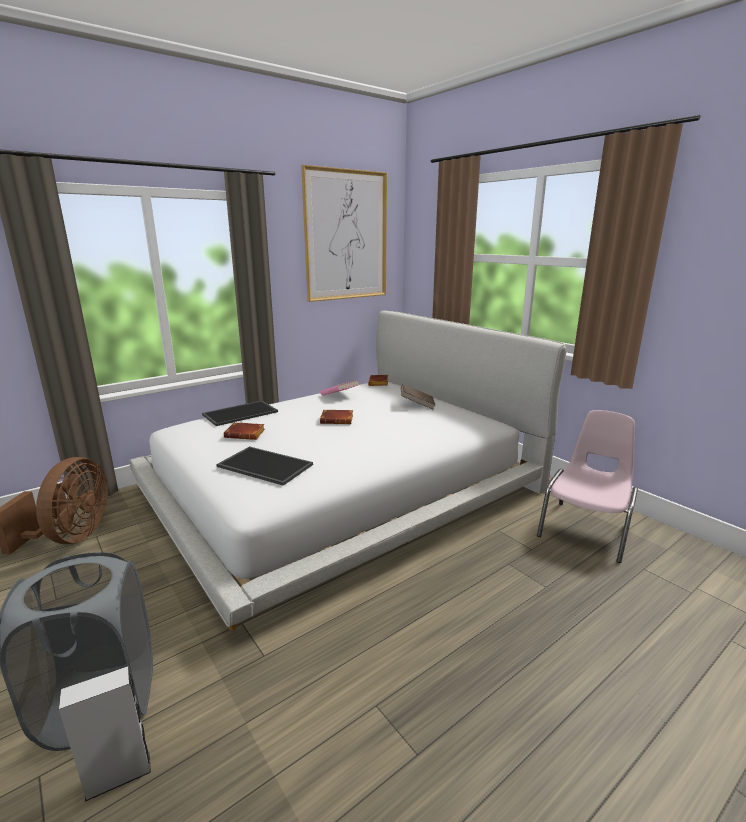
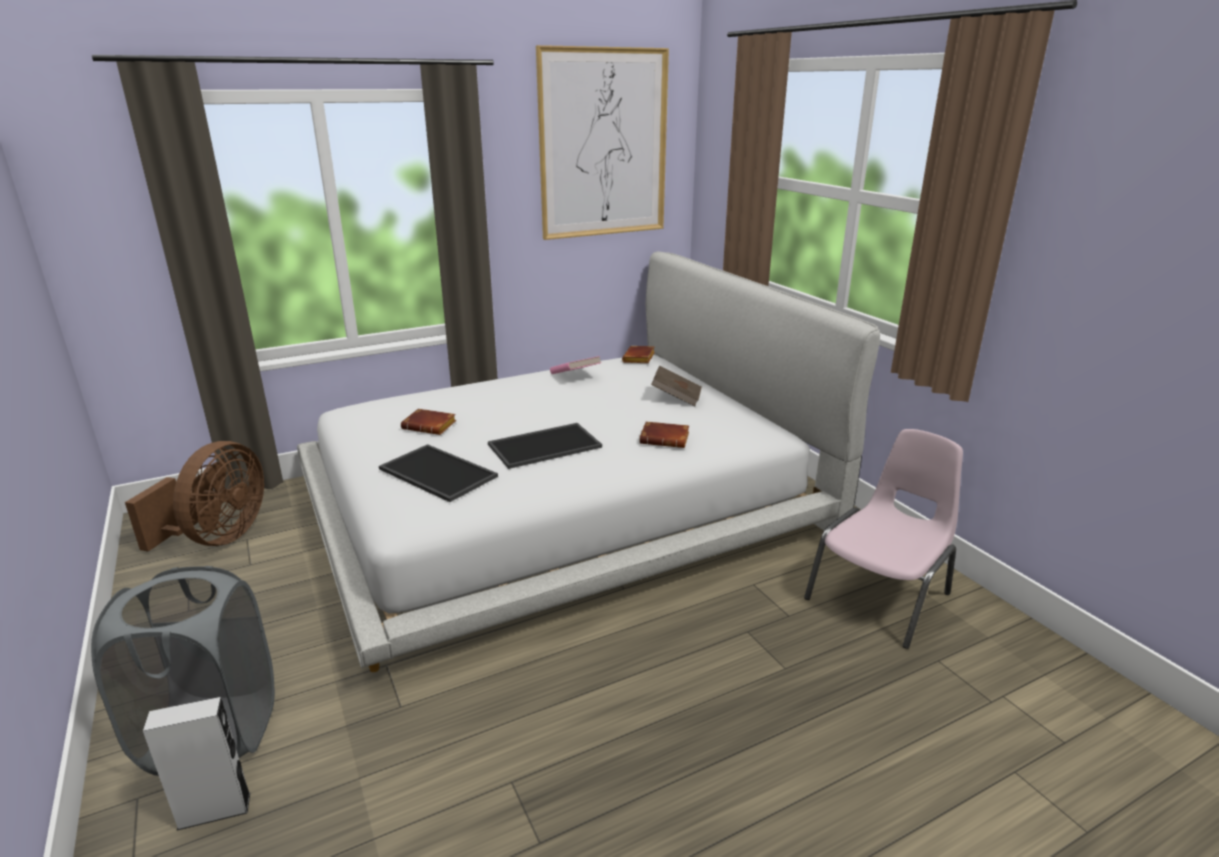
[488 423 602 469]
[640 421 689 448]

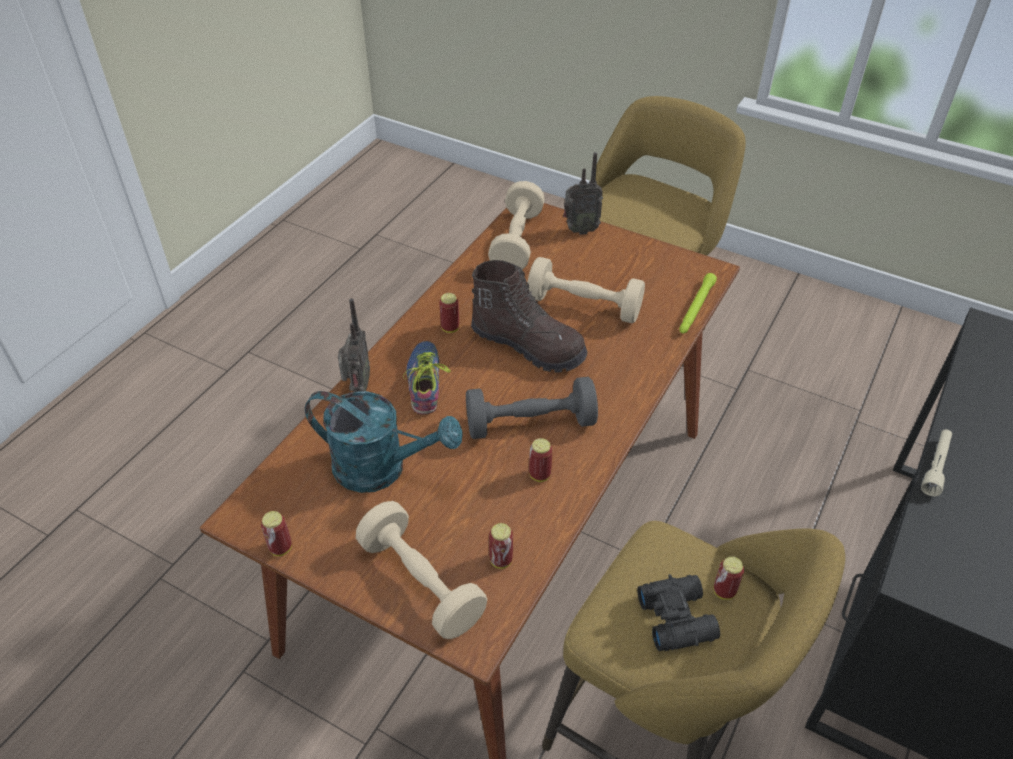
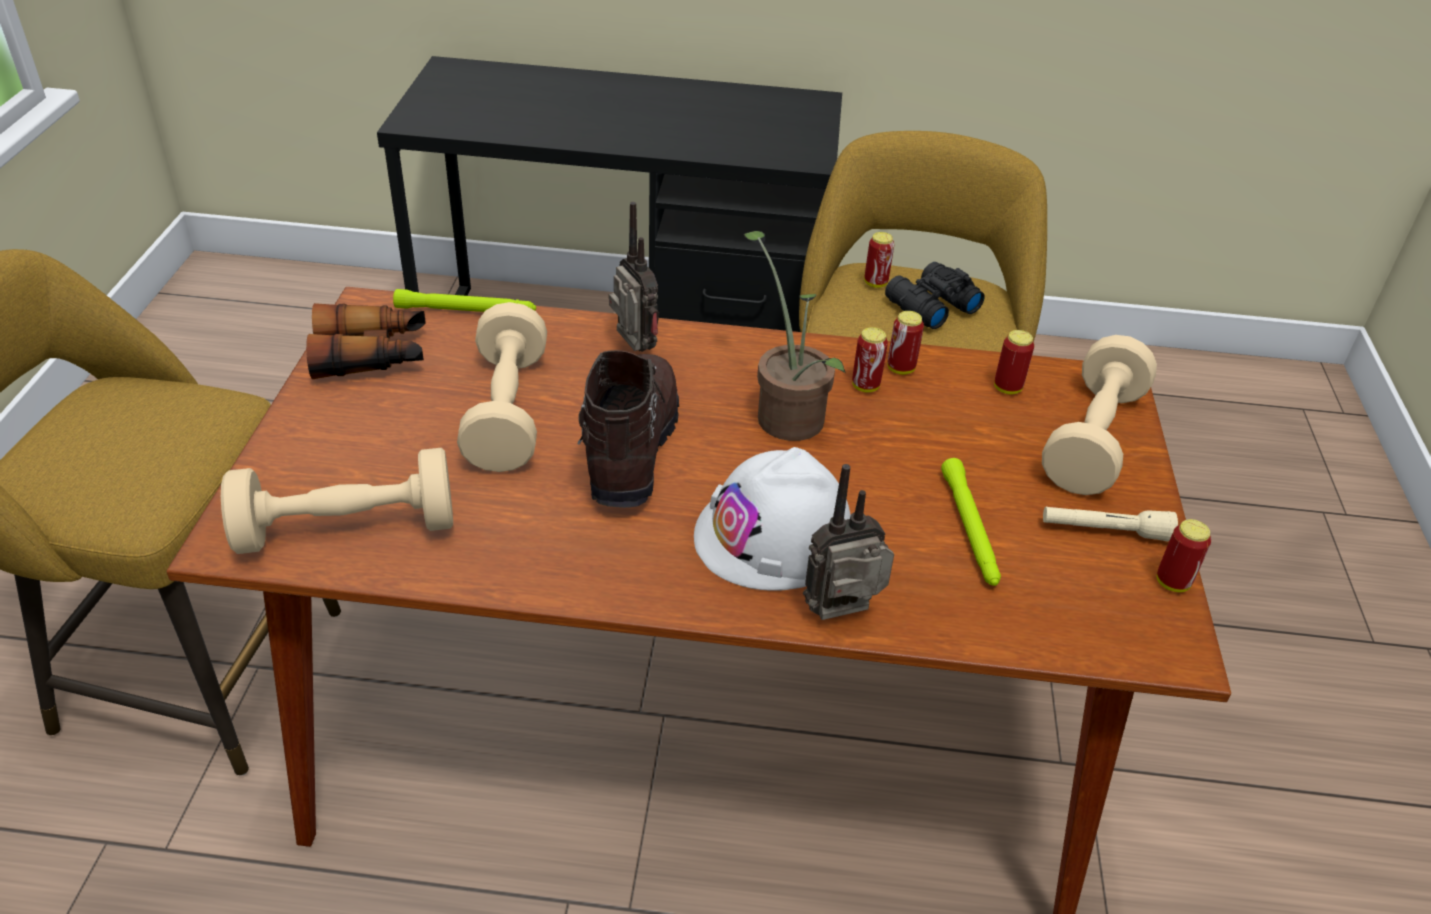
[941 458 1001 586]
[694 447 851 591]
[887 311 924 375]
[744 231 846 441]
[609 202 659 352]
[1043 507 1178 541]
[306 303 426 379]

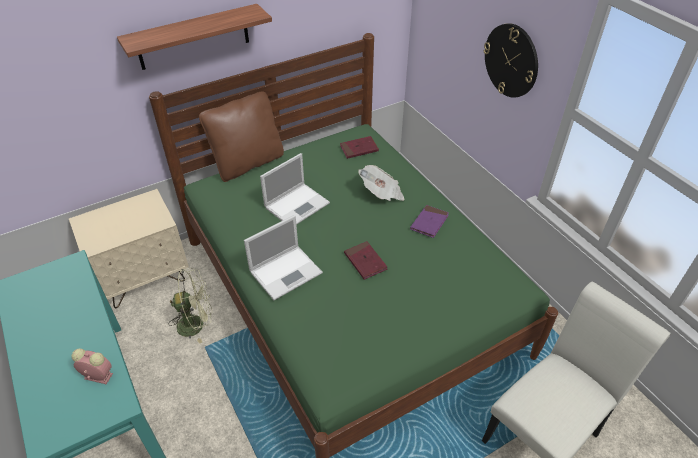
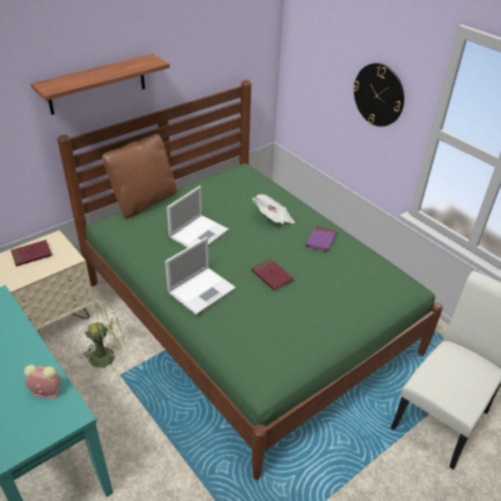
[11 240 52 267]

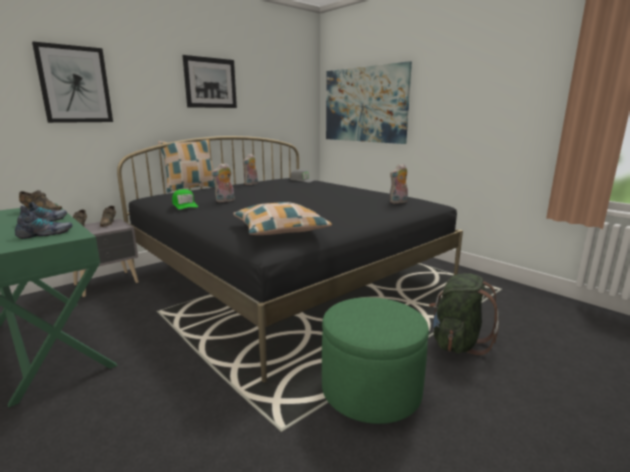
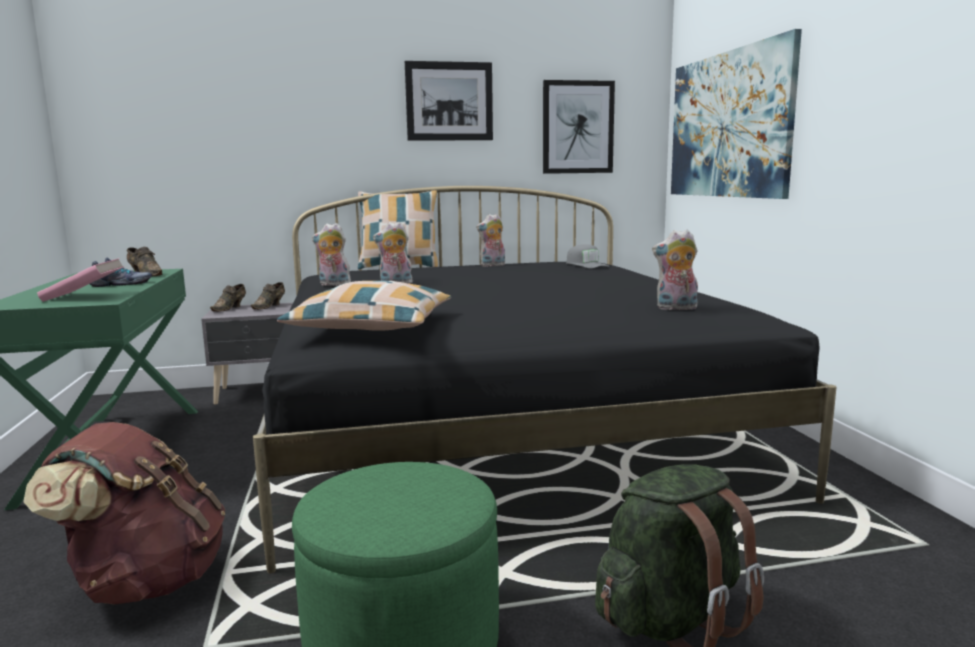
[37 258 124 302]
[543 80 615 174]
[312 223 351 286]
[23 422 225 605]

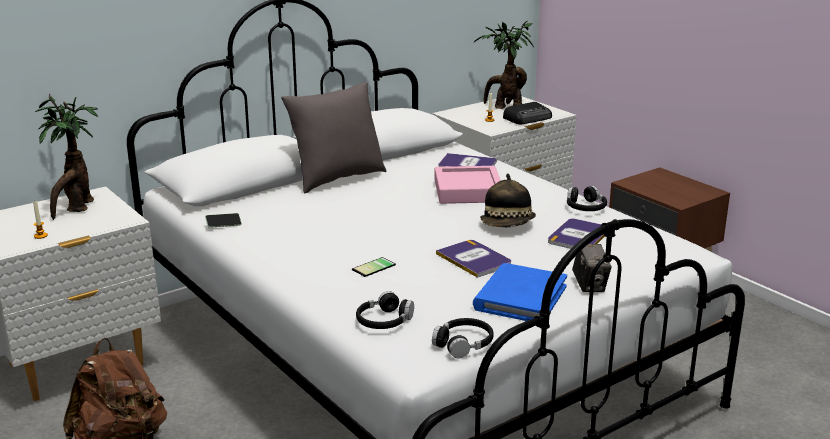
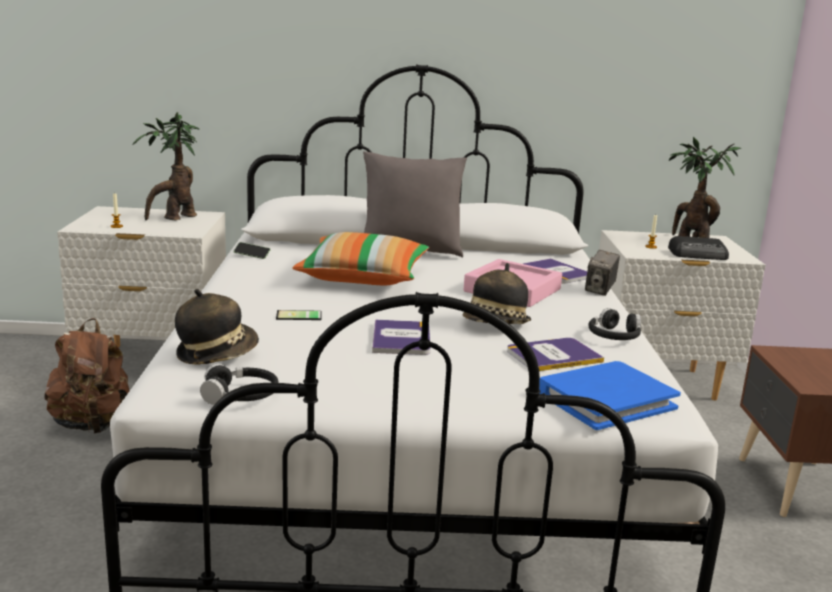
[175 289 259 365]
[539 361 681 430]
[585 250 620 296]
[292 232 429 285]

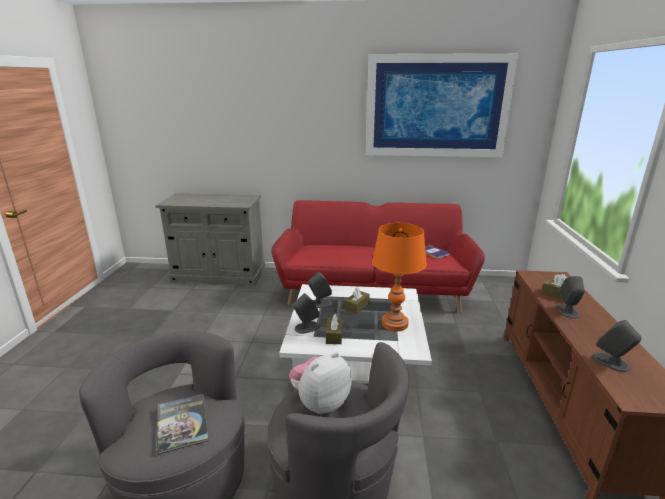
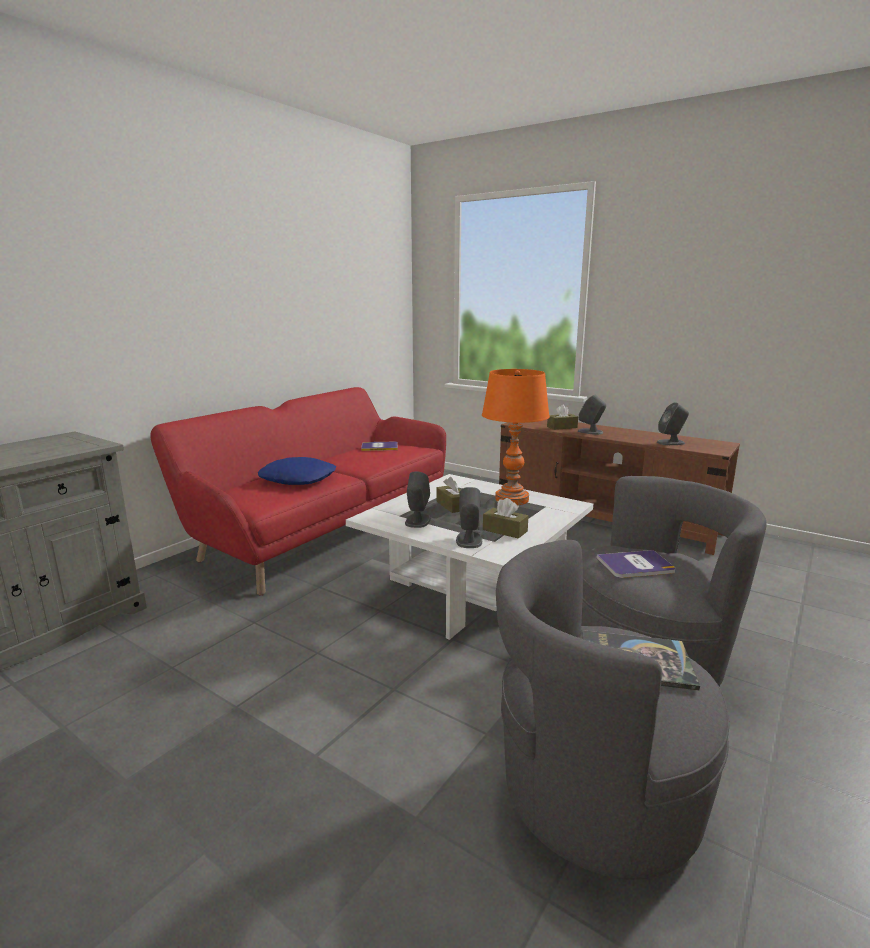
[597 550 676 578]
[366 53 519 157] (first image)
[258 457 336 485]

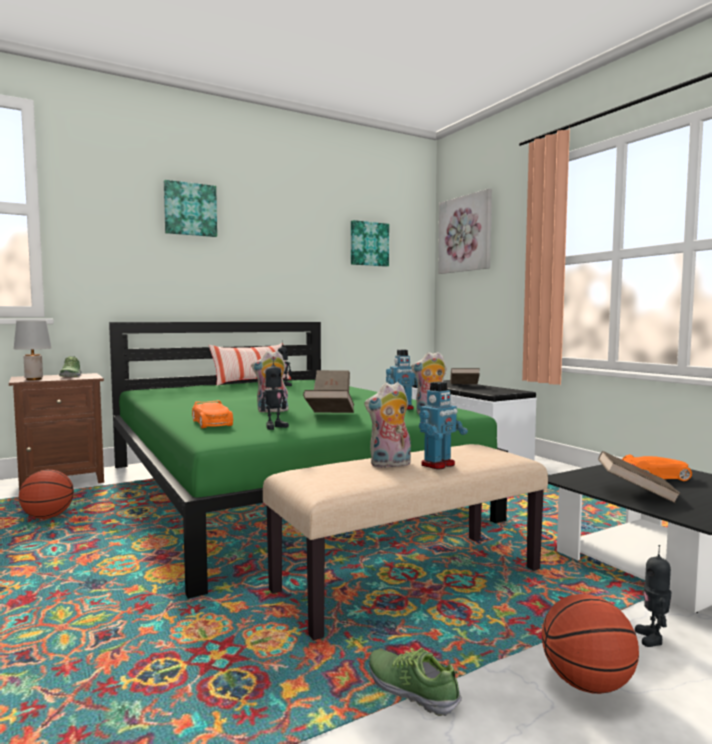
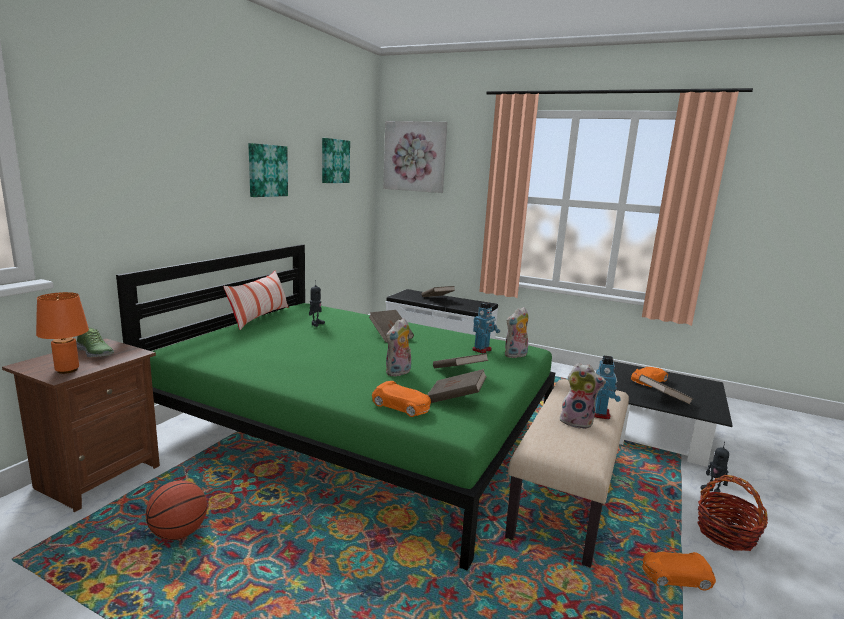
[36 292 89 374]
[248 143 288 197]
[427 369 487 403]
[560 363 606 429]
[642 552 716 590]
[697 475 768 551]

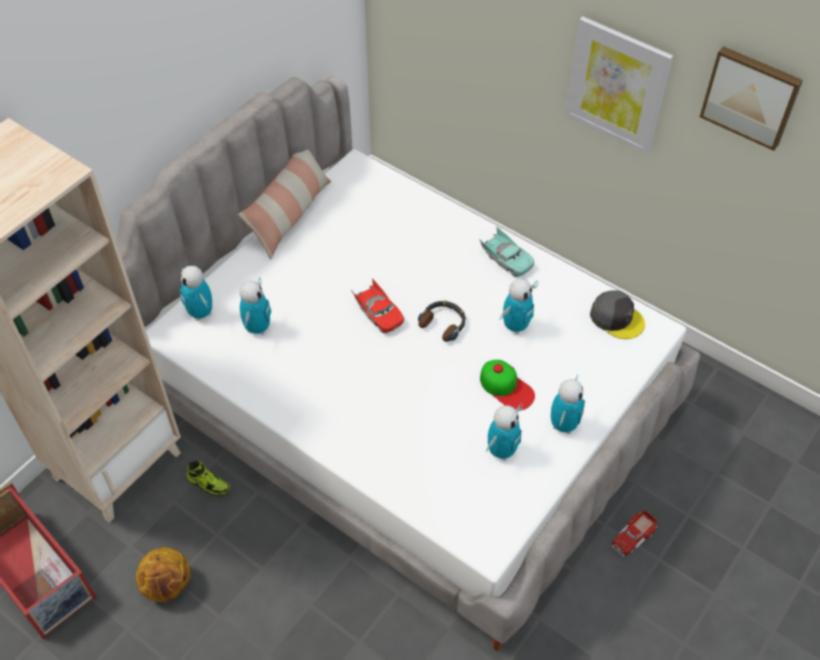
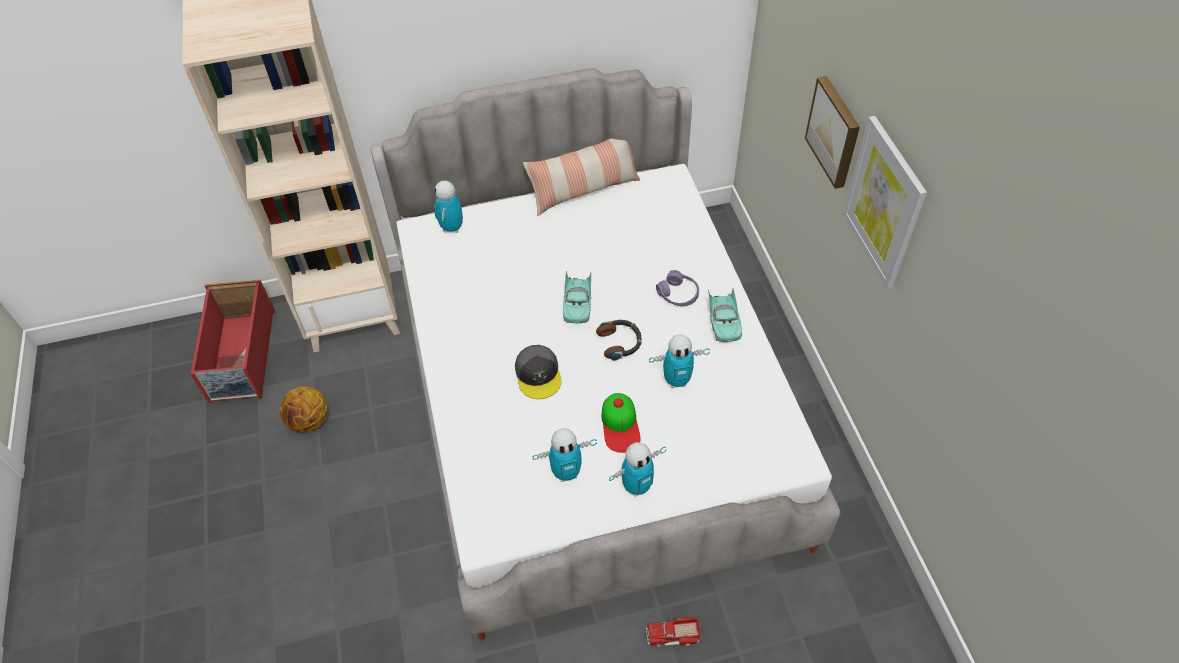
[186 460 231 497] (first image)
[240 278 271 335] (first image)
[563 271 591 323]
[515 345 561 399]
[805 76 860 189]
[656 270 699 306]

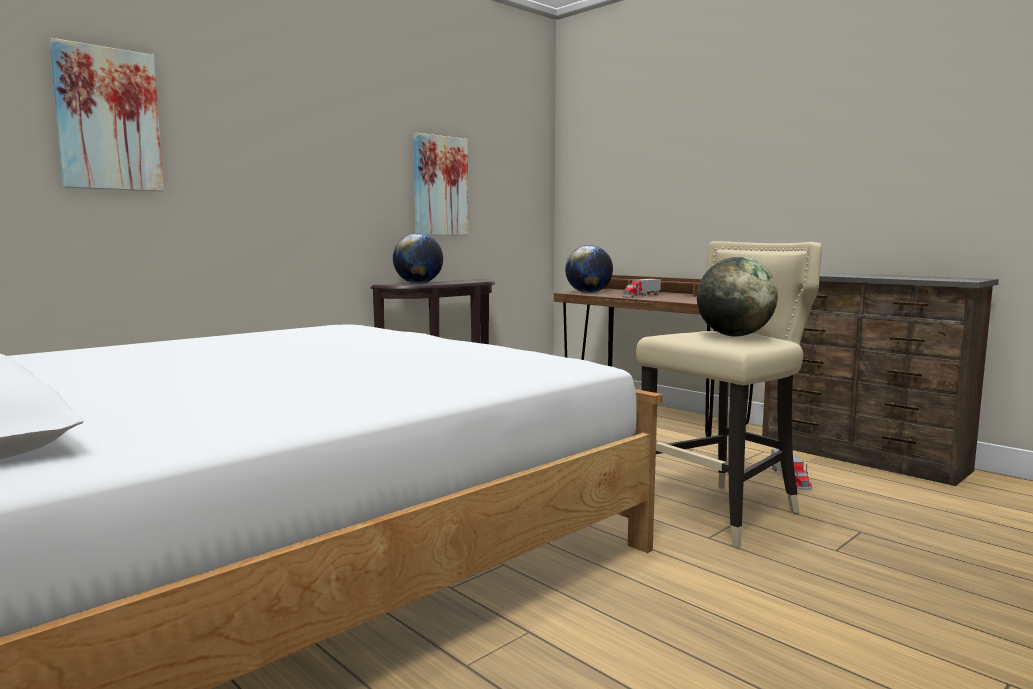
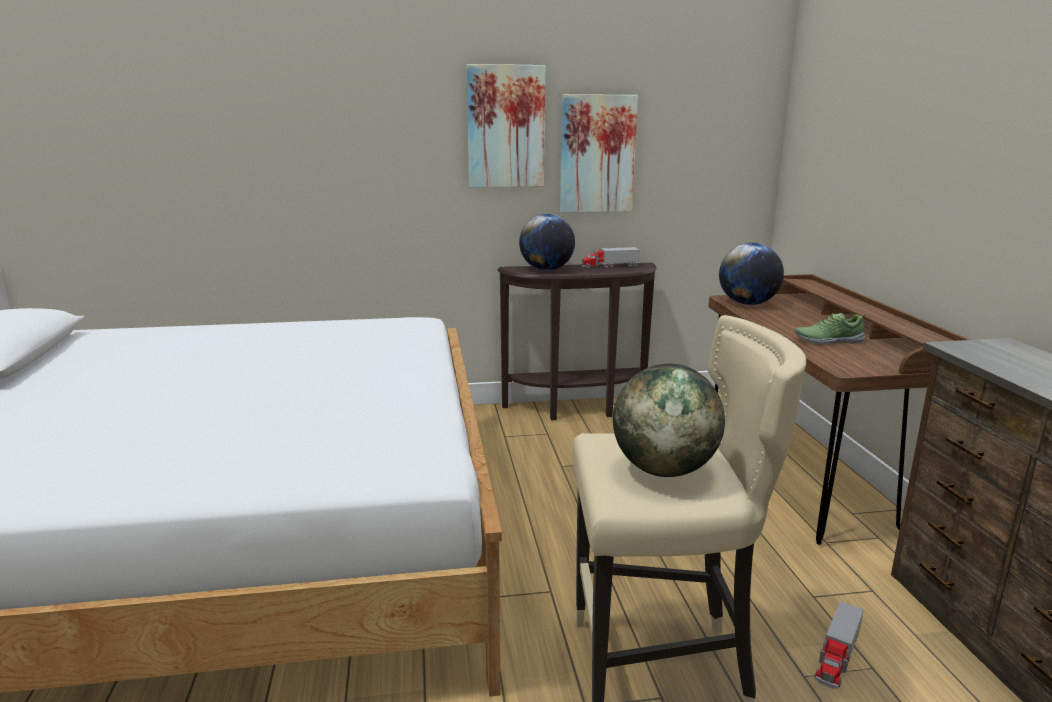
[467 64 545 187]
[581 247 640 269]
[795 313 866 345]

